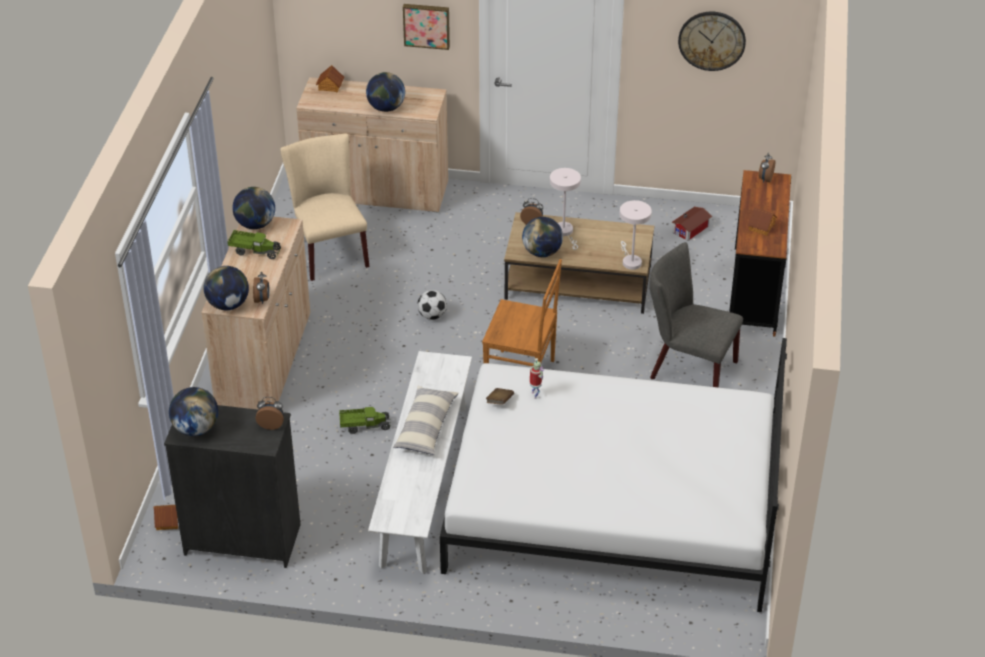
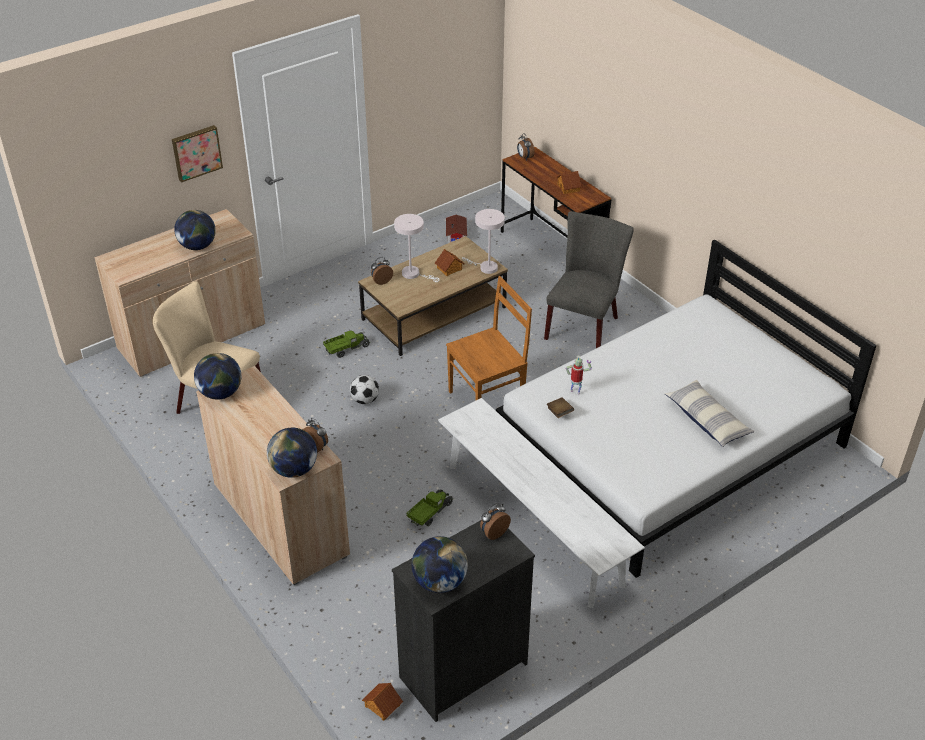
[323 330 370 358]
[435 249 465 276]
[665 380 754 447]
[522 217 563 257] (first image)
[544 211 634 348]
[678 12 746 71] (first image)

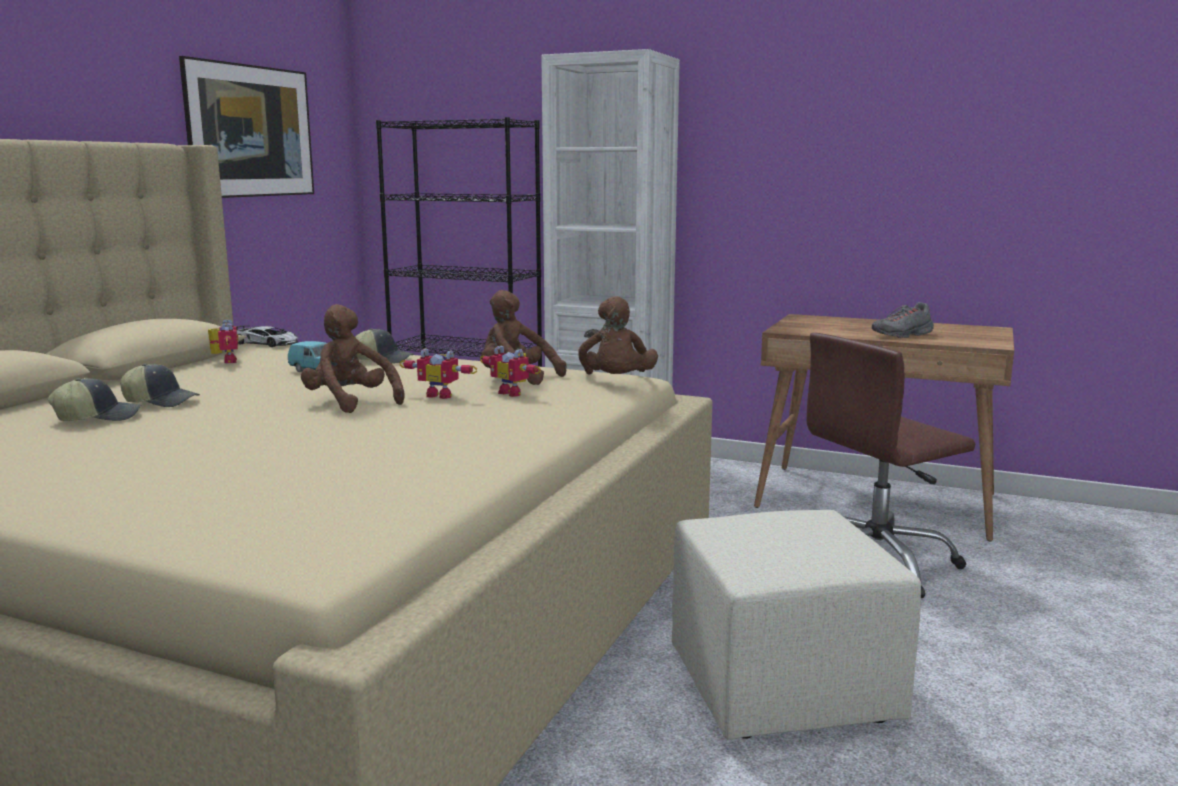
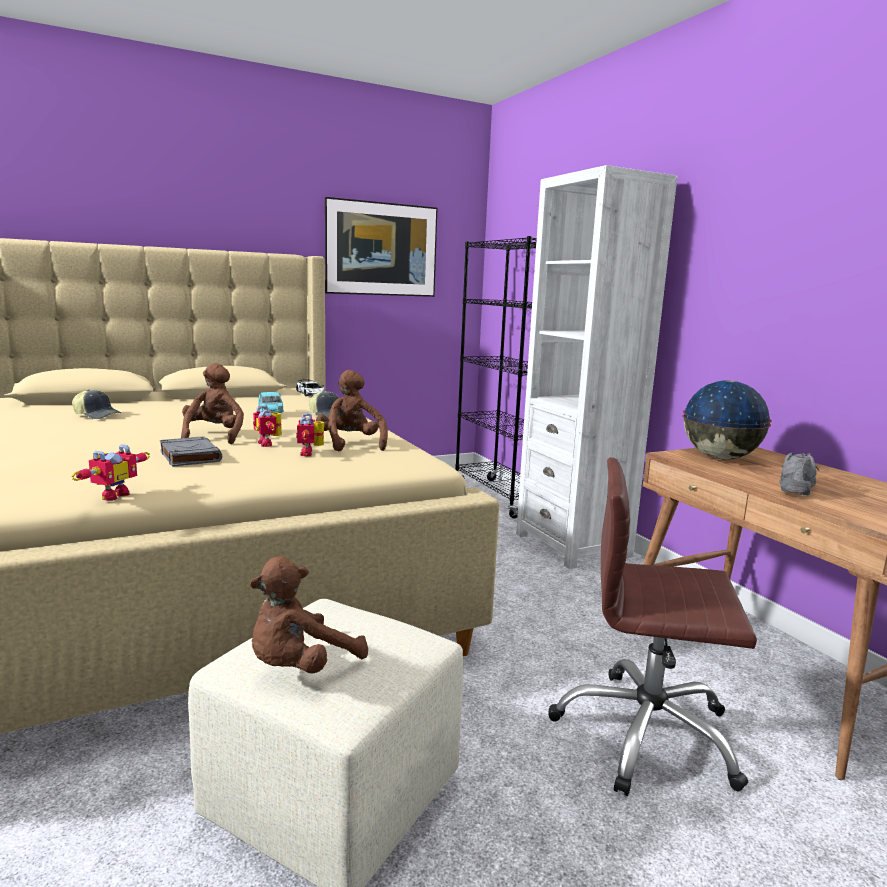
[120 364 200 407] (first image)
[72 444 150 501]
[249 557 368 674]
[779 453 819 495]
[160 436 222 467]
[683 380 772 459]

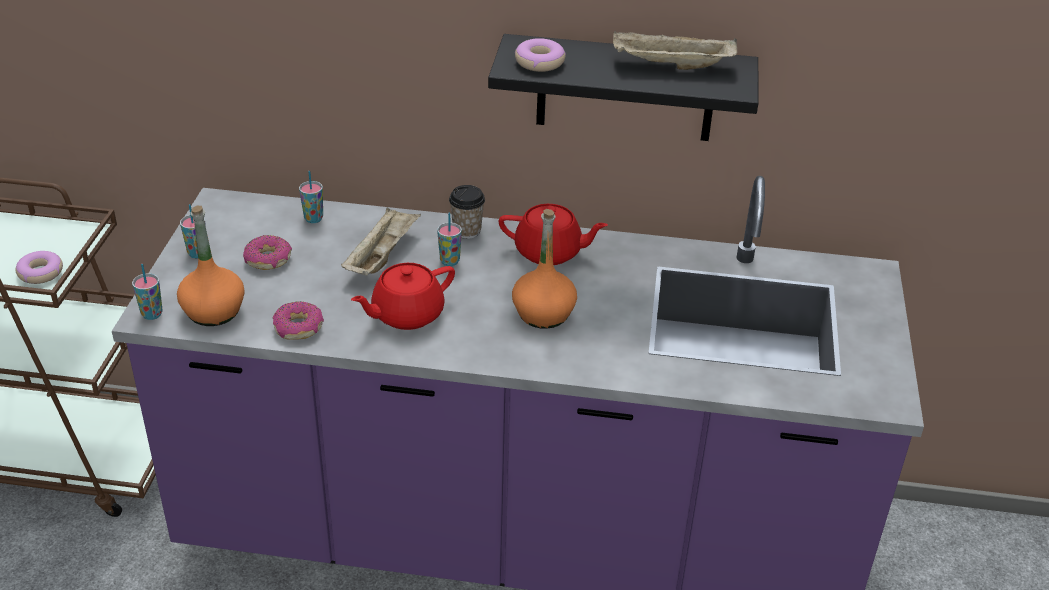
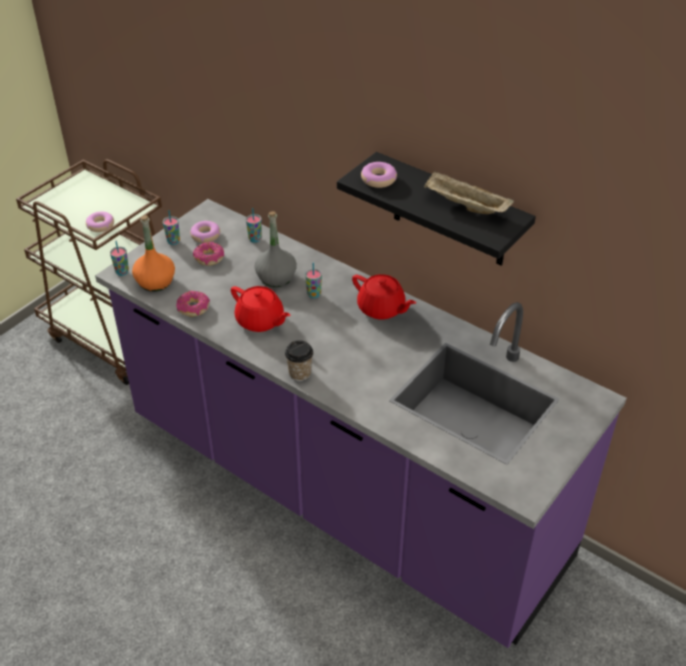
[255 211 297 287]
[231 286 290 332]
[285 340 313 381]
[512 209 577 329] (first image)
[190 221 220 243]

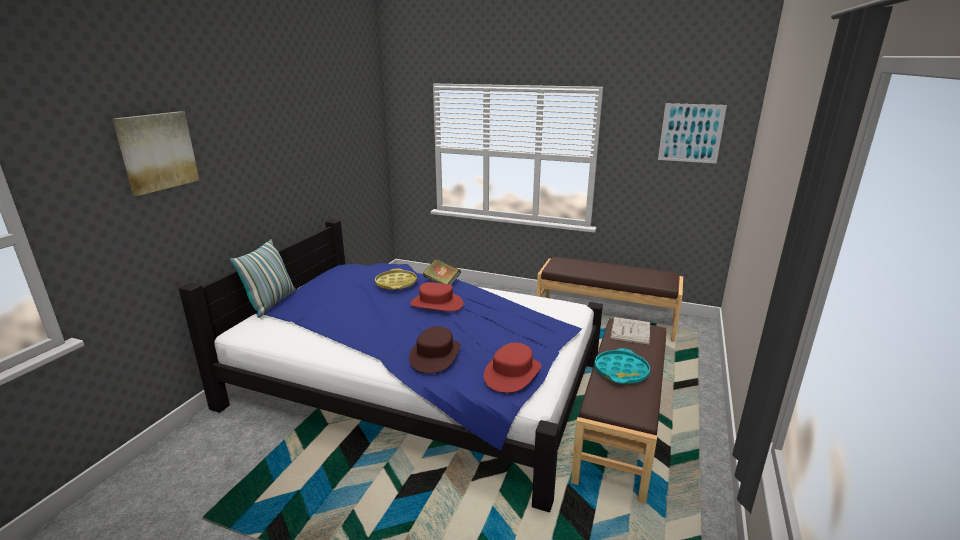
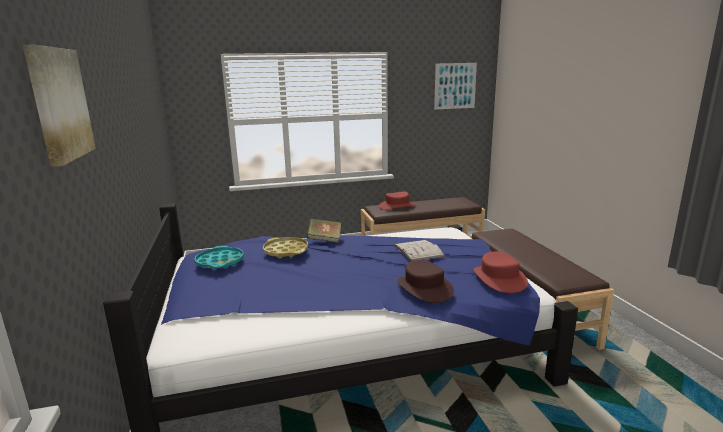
[230 239 296 318] (first image)
[379 192 416 210]
[194 245 244 270]
[394 240 445 261]

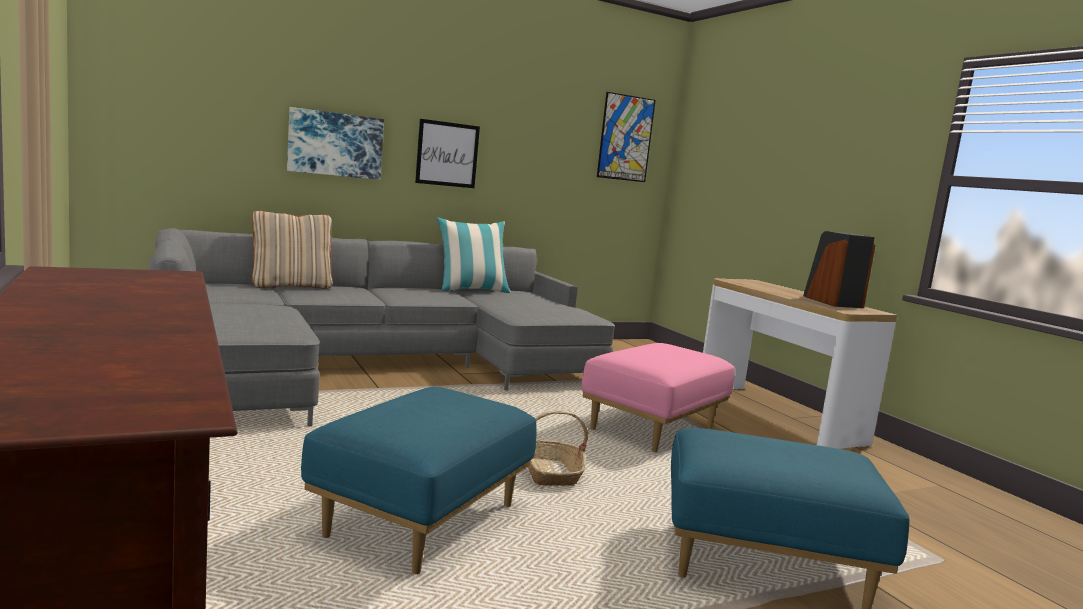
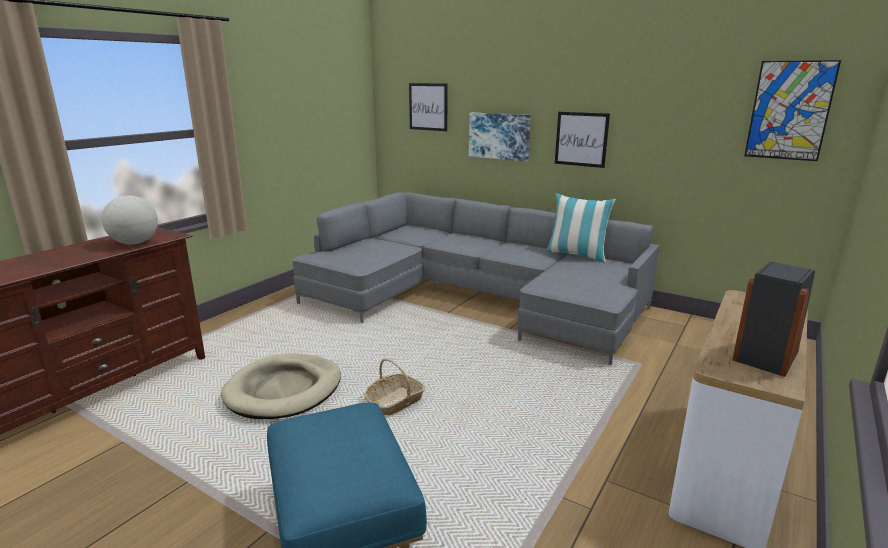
[252 210 333 289] (first image)
[221 353 341 419]
[581 343 735 452] (first image)
[102 195 158 245]
[409 83 447 131]

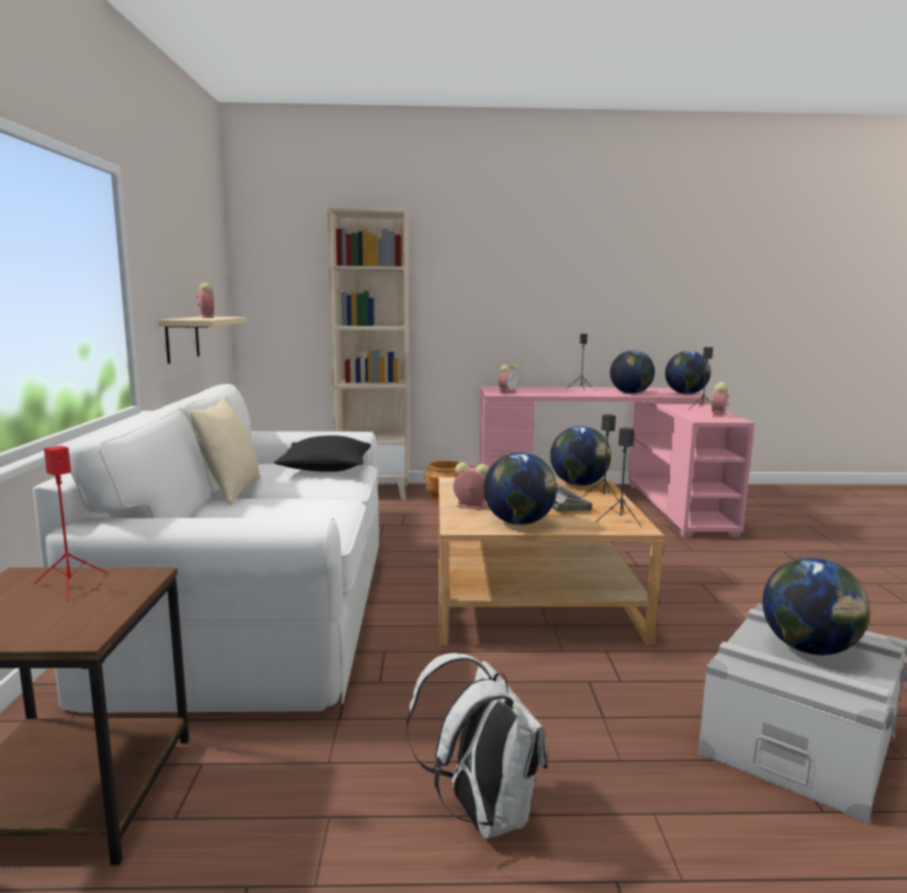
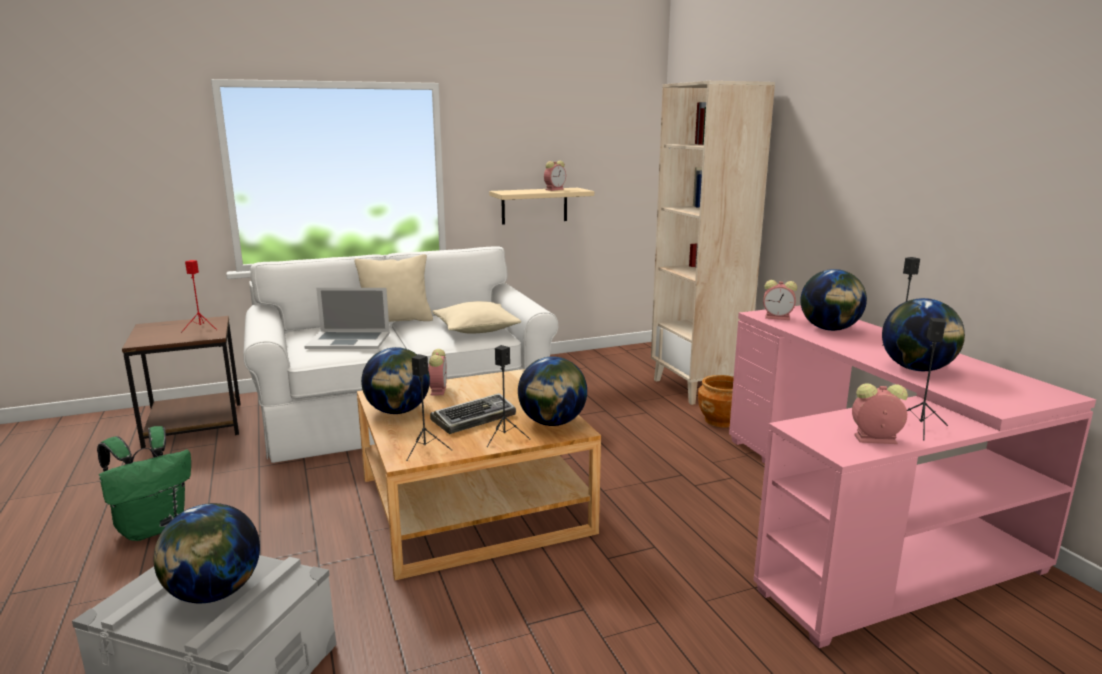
[432 301 521 334]
[97 426 191 541]
[800 269 867 331]
[304 288 390 349]

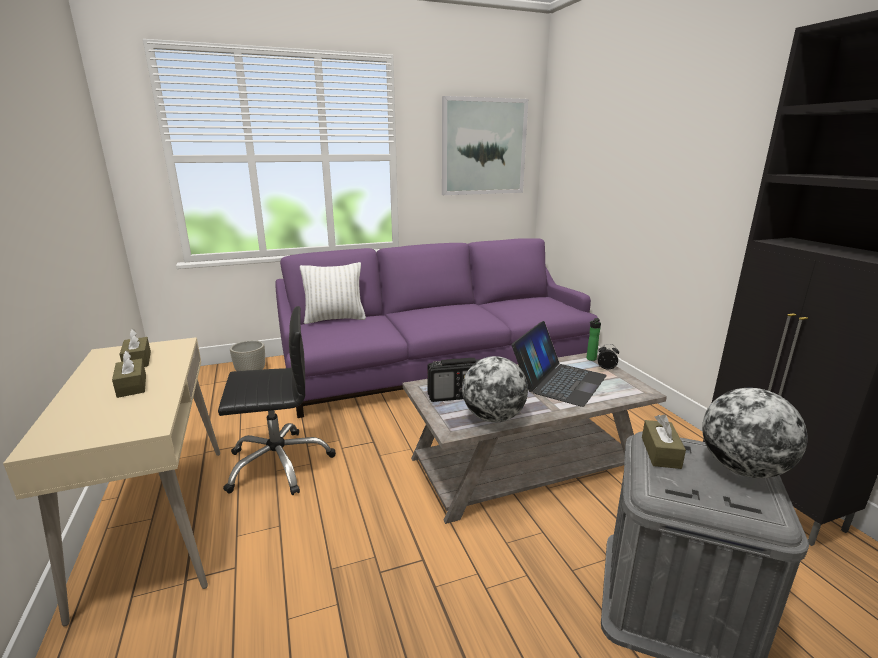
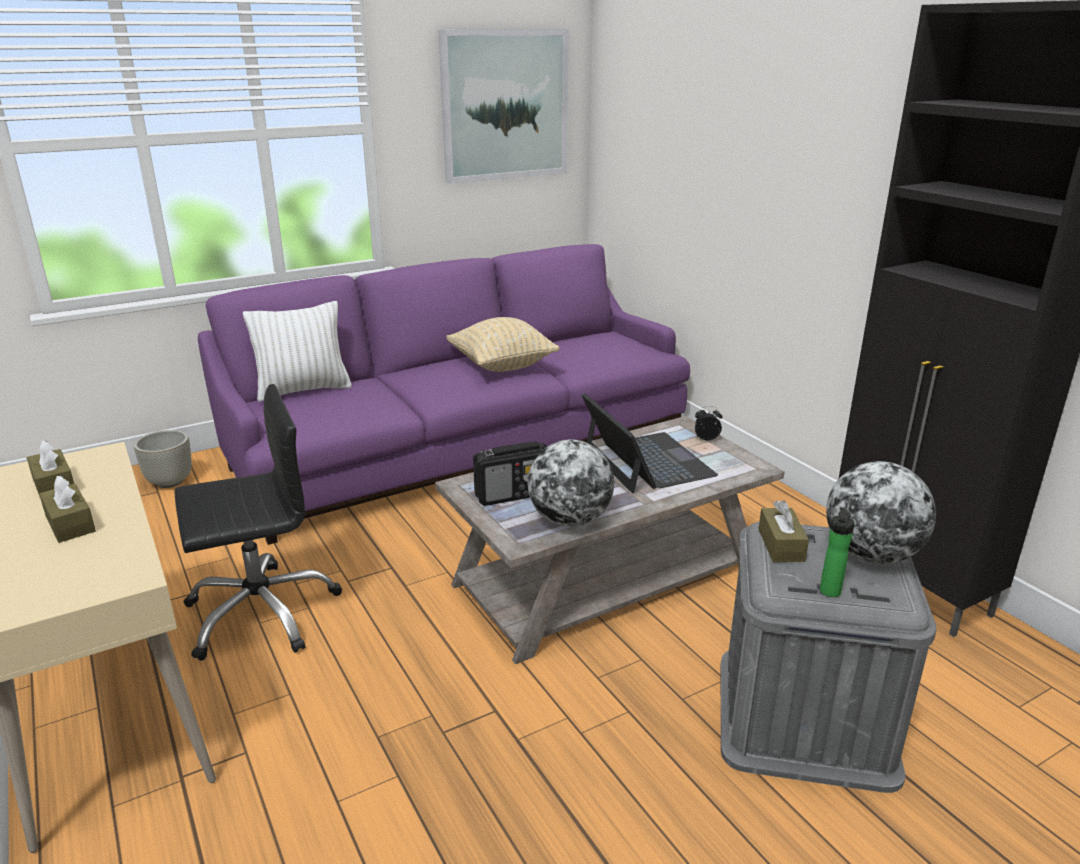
[582 393 718 493]
[820 510 855 597]
[446 317 559 372]

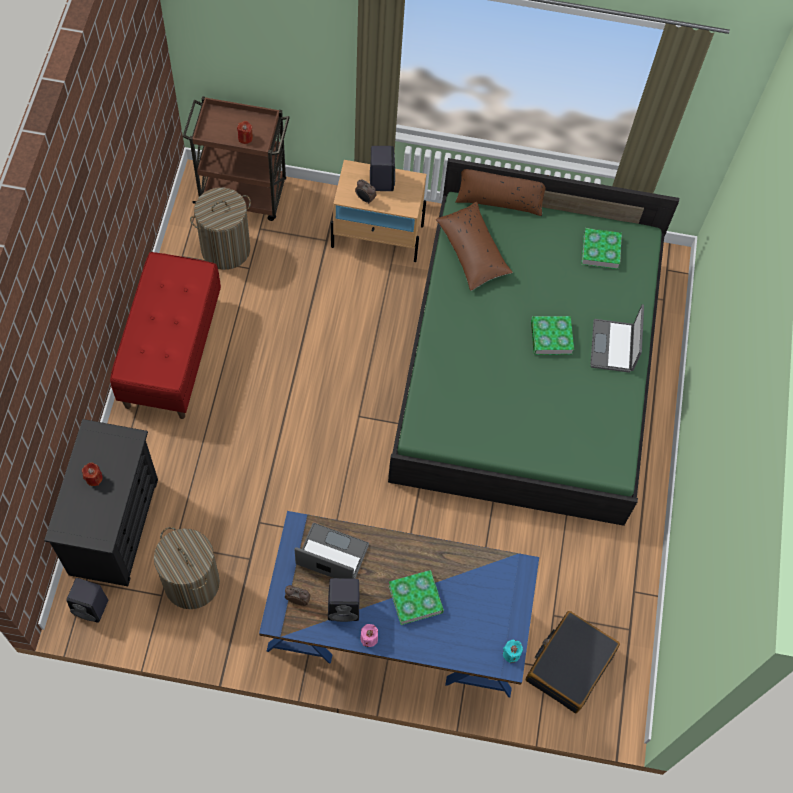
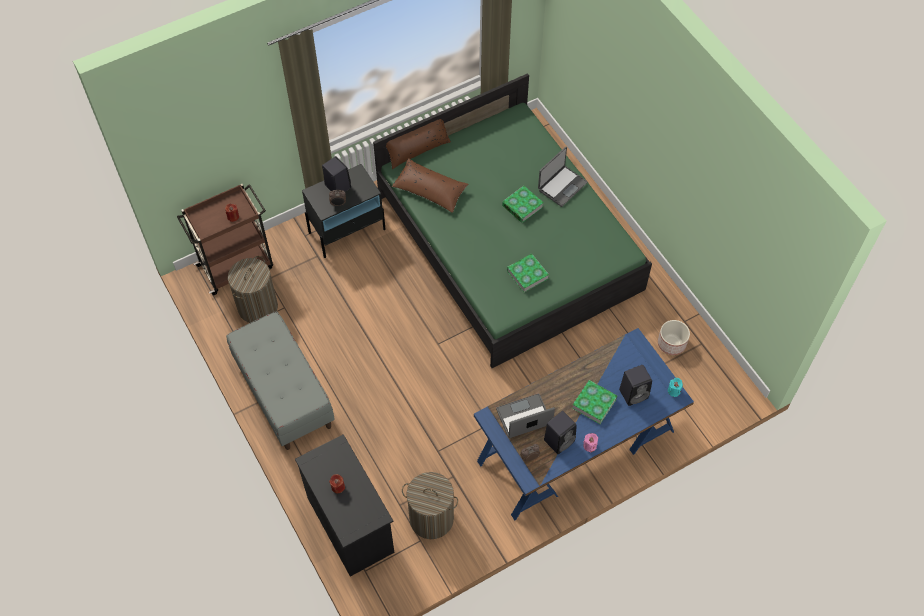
[619 365 652 406]
[226 312 335 450]
[302 164 386 258]
[526 611 620 713] (first image)
[507 253 549 292]
[538 147 588 207]
[658 320 690 355]

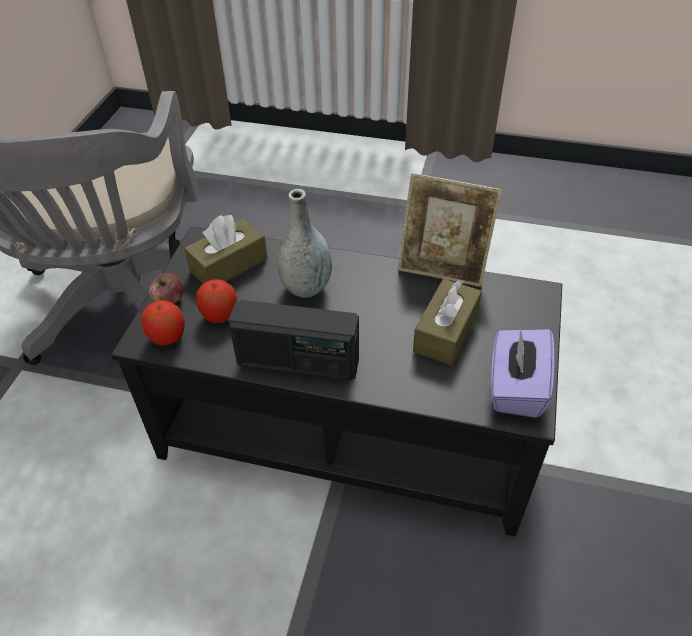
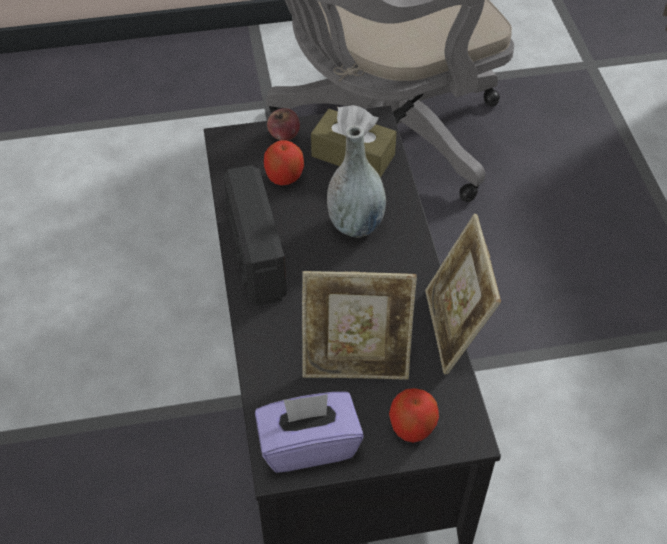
[389 388 439 443]
[302 271 417 380]

